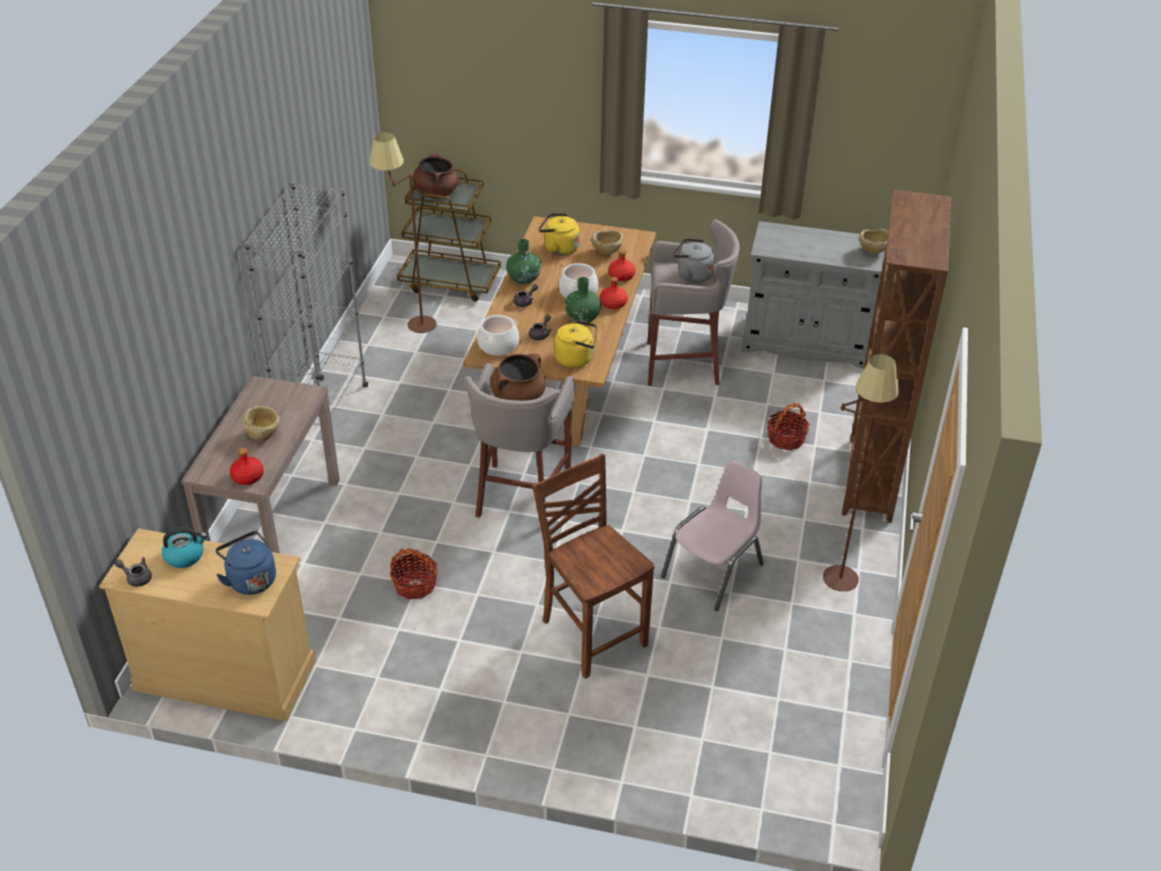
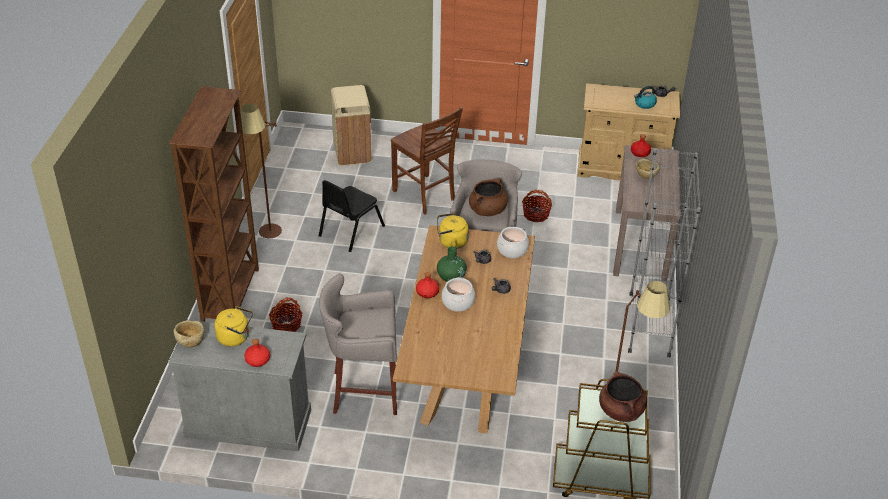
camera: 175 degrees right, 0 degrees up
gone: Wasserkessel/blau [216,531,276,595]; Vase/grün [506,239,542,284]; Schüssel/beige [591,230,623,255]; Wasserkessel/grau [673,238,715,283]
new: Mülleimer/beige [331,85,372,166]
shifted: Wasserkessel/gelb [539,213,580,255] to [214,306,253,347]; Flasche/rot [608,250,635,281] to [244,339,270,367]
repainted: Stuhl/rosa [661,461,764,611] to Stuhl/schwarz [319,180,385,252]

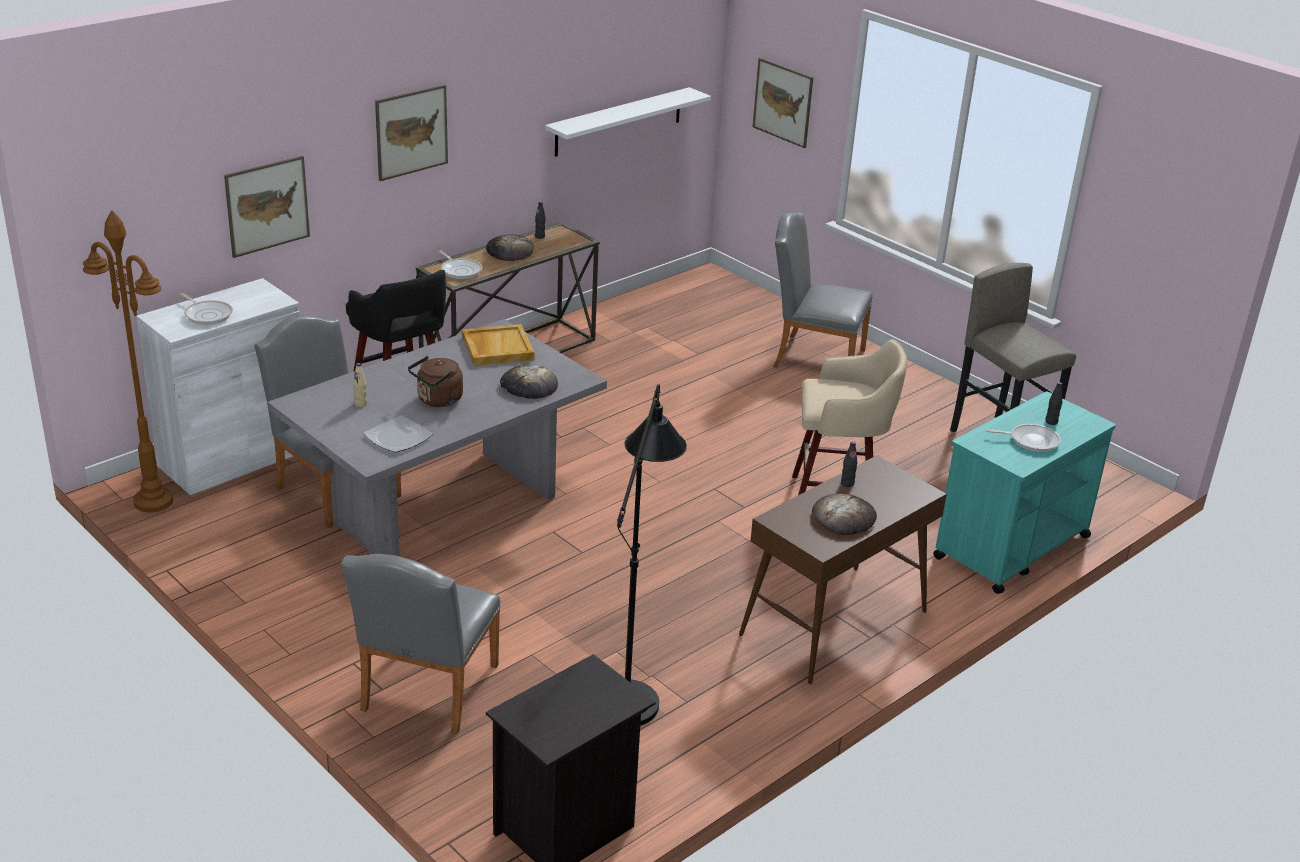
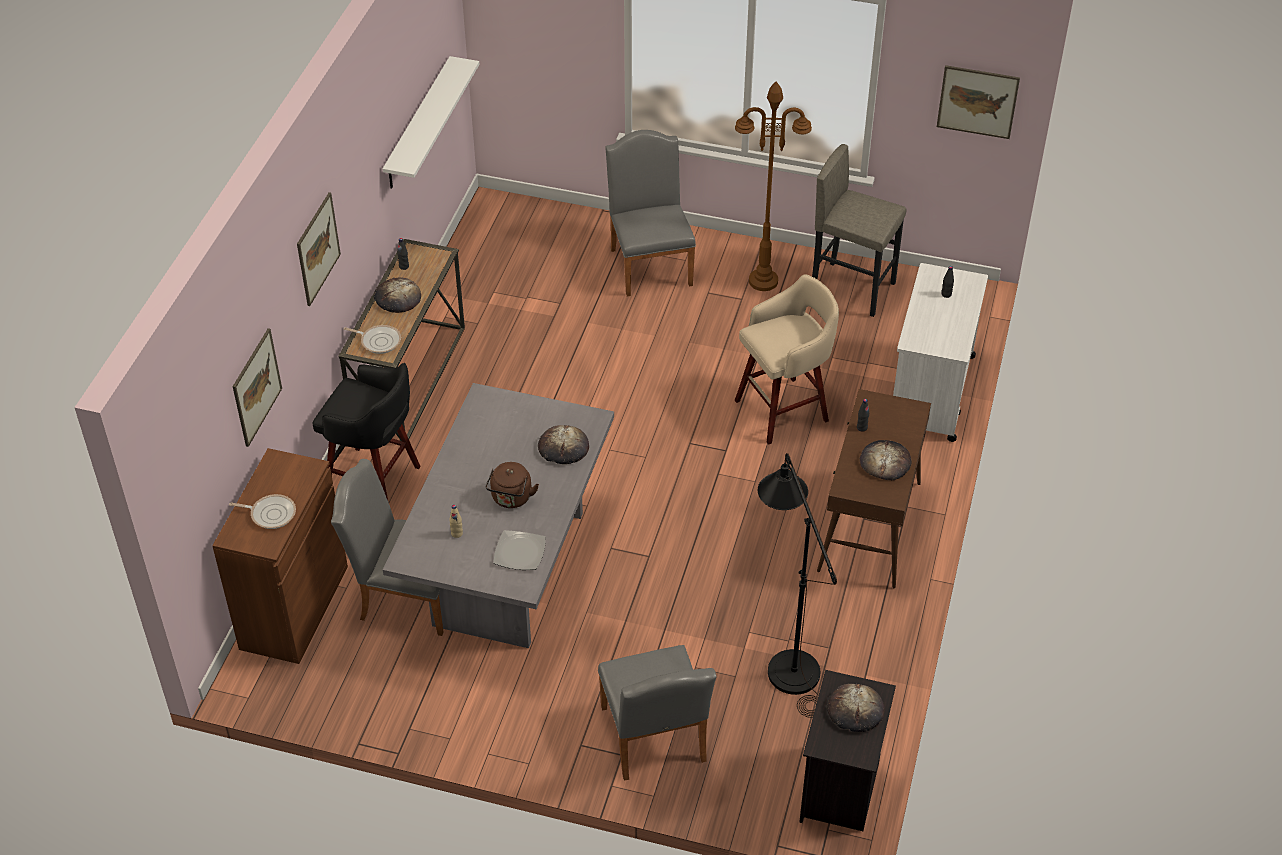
camera: 30 degrees left, 15 degrees up
gone: Tablett/beige [462,324,535,366]; Pfanne [986,424,1061,452]
new: Brot [827,684,884,732]
shifted: Stehlampe/braun [83,210,173,512] to [735,82,812,291]; Bild [753,58,813,148] to [937,65,1020,139]
repainted: Schrank/weiß [136,278,300,495] to Schrank/braun [212,448,348,664]; Rollwagen/türkis [933,391,1116,594] to Rollwagen/weiß [893,263,988,442]
rotated: Stuhl/grau [773,212,873,368] = [605,130,696,296] 90 degrees clockwise

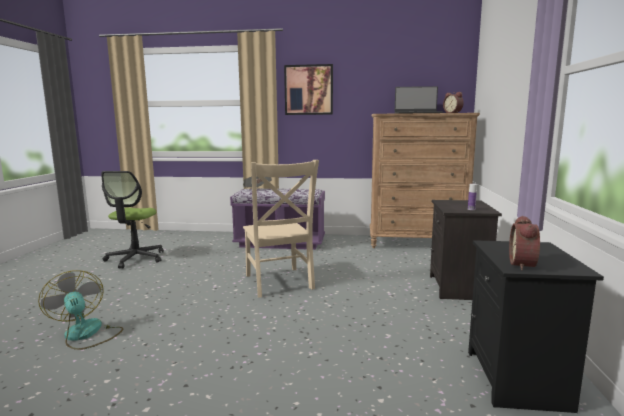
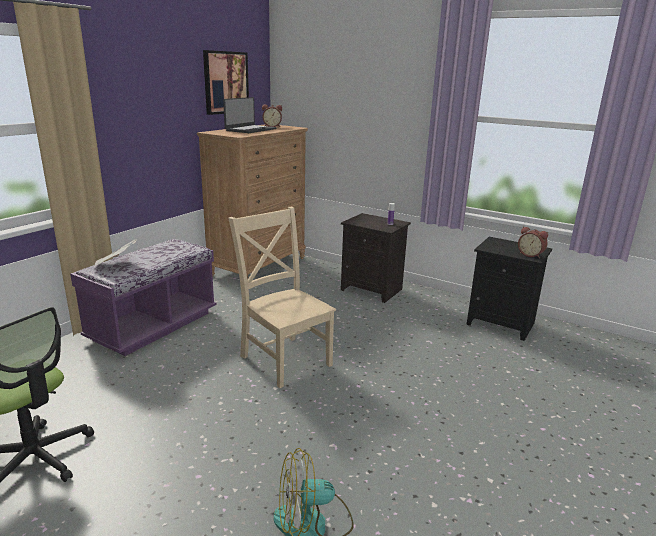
camera: 65 degrees left, 10 degrees up
shifted: Bild [284,64,333,115] to [203,50,249,115]
rotated: Stuhl/beige [243,160,319,298] = [228,207,336,388] 135 degrees counterclockwise

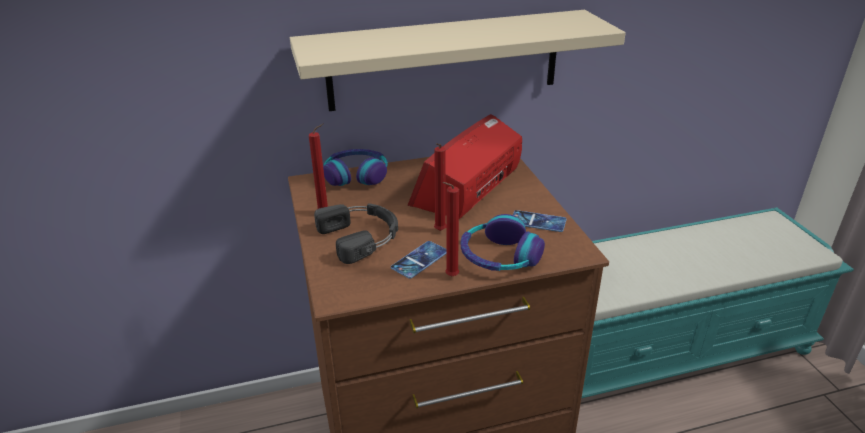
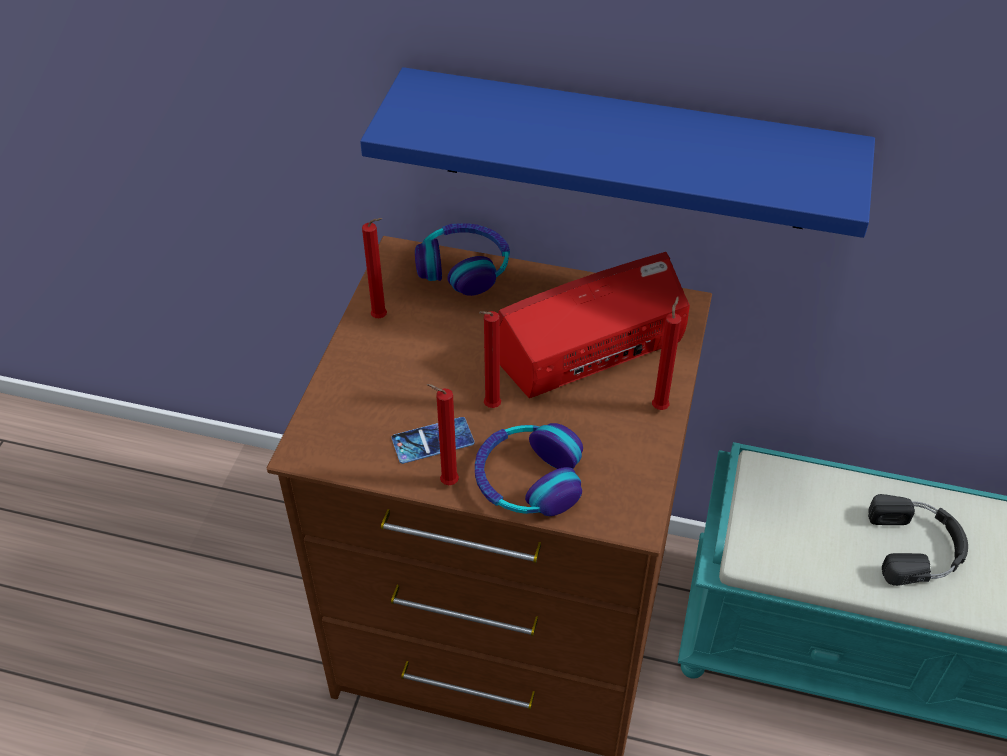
camera: 30 degrees right, 15 degrees up
gone: Handy [513,210,567,232]
new: Kerze/rot [652,297,681,410]
shifted: Kopfhörer/schwarz [314,203,398,264] to [868,494,968,586]
repainted: Wandregal/beige [290,10,626,111] to Wandregal/blau [360,67,875,238]

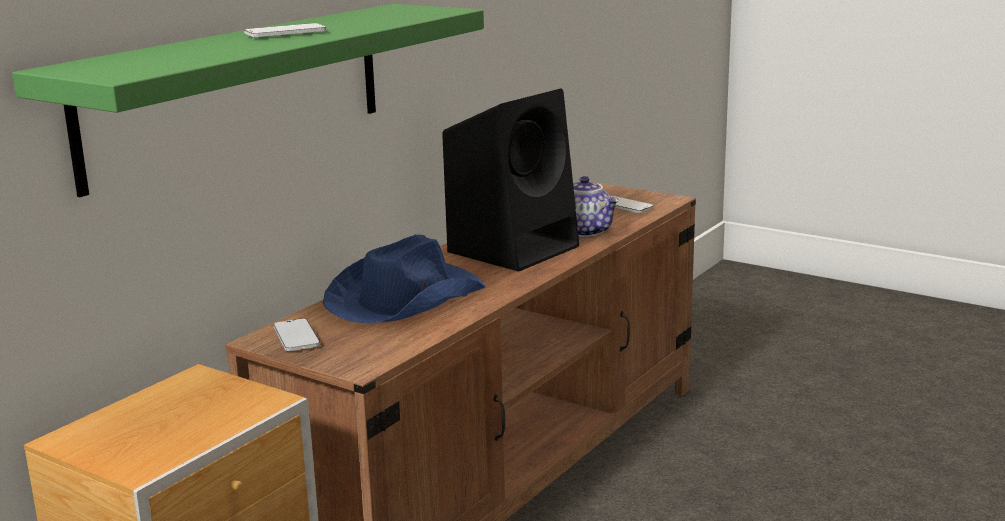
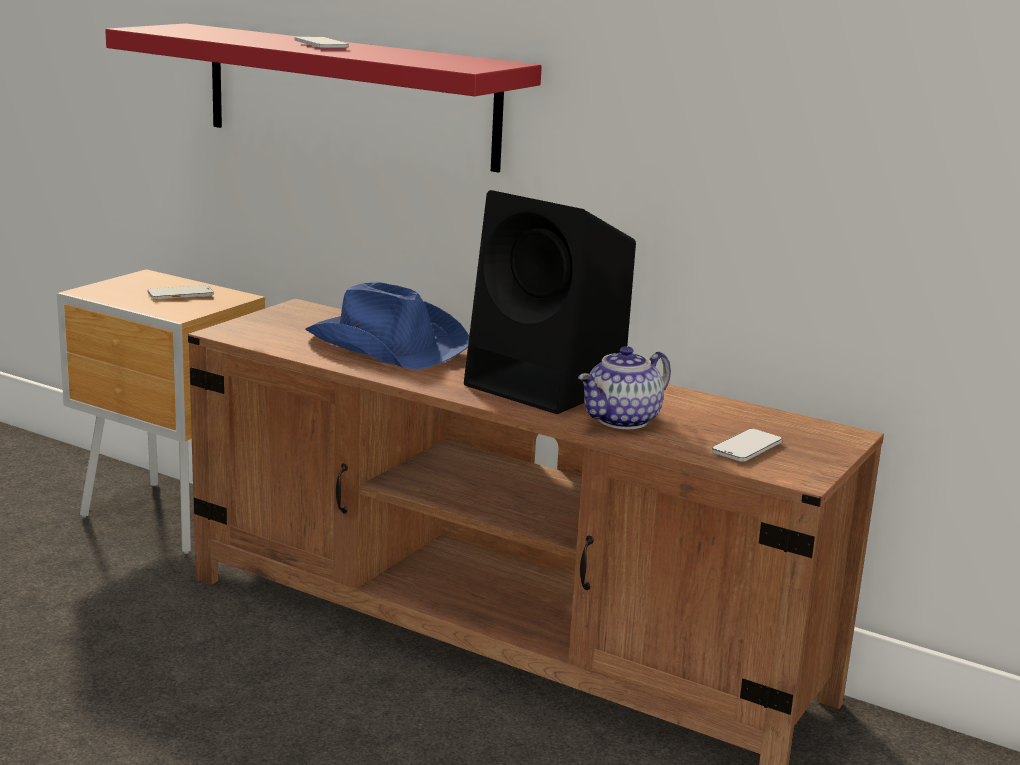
camera: 85 degrees right, 0 degrees up
shifted: Handy [273,318,320,351] to [148,285,214,299]
repainted: Wandregal/grün [12,4,484,197] to Wandregal/rot [105,23,542,173]

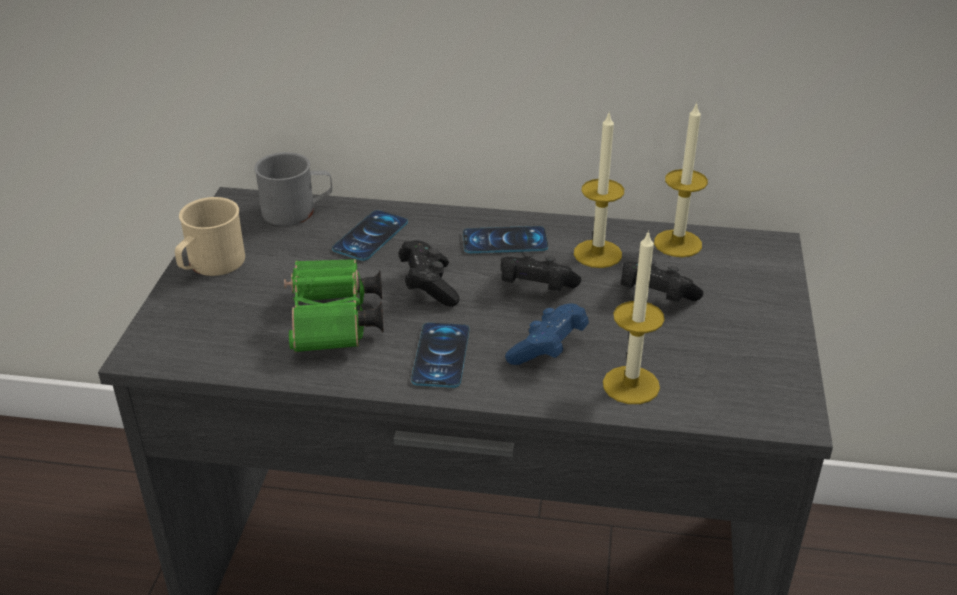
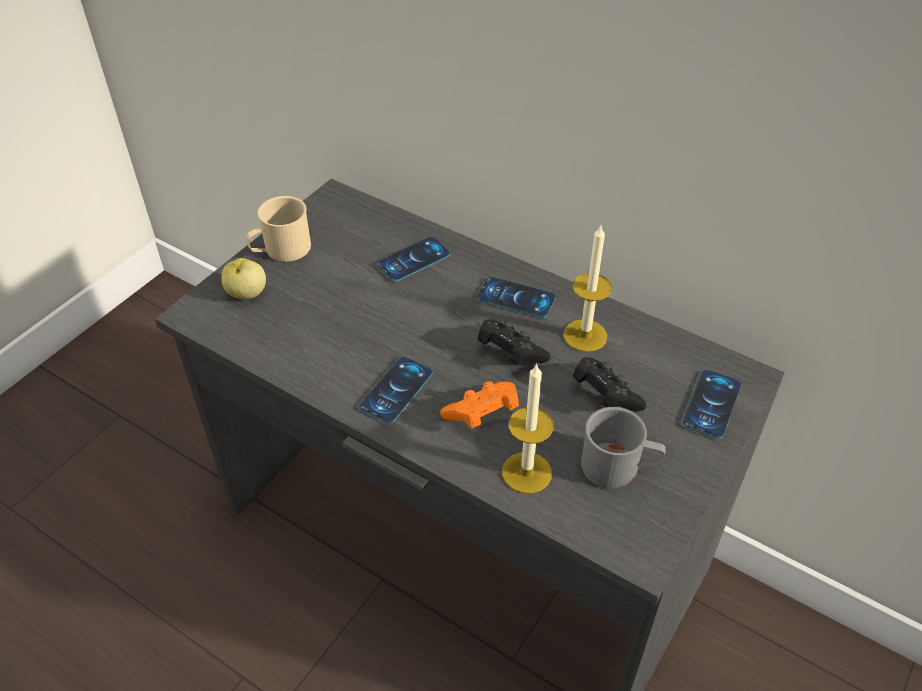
camera: 25 degrees right, 10 degrees up
gone: Fernglas/grün [284,259,384,352]; Gamepad/schwarz [399,240,460,307]; Kerze [654,102,708,257]
new: Apfel [221,258,266,299]; Handy [682,370,741,439]
shifted: Henkelbecher/grau [254,152,332,226] to [581,407,666,489]
repainted: Gamepad/blau [505,304,589,365] to Gamepad/orange [440,381,519,429]

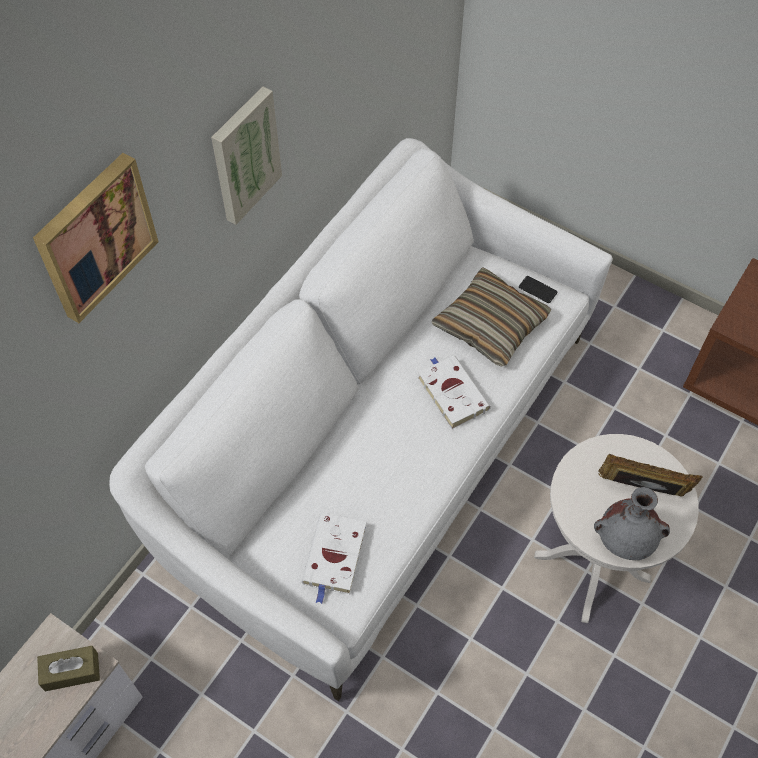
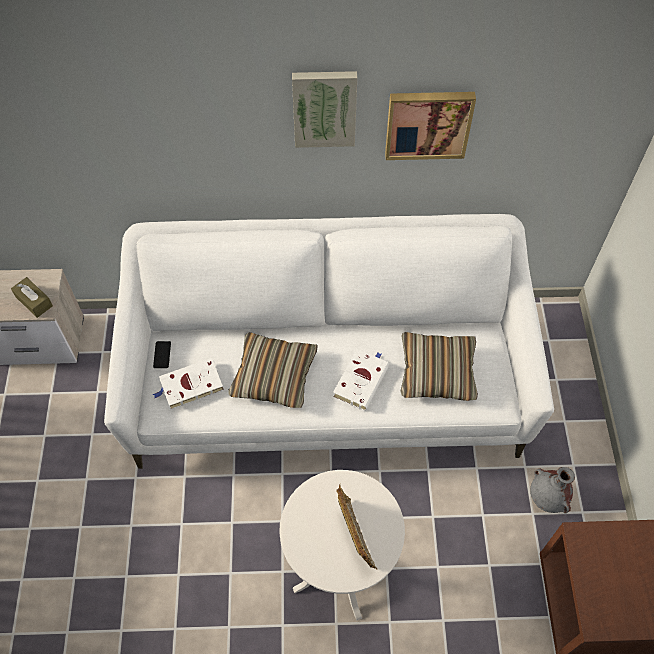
camera: 55 degrees right, 0 degrees up
new: Kissen [228,332,318,408]
shifted: Bild [33,153,158,323] to [385,92,476,160]; Handy [519,276,557,303] to [153,341,171,368]; Vase/grau [594,487,670,560] to [530,467,575,513]

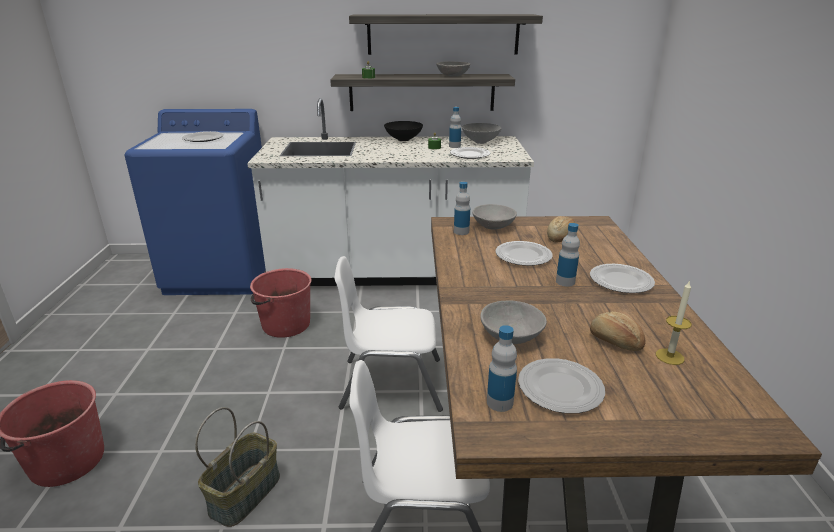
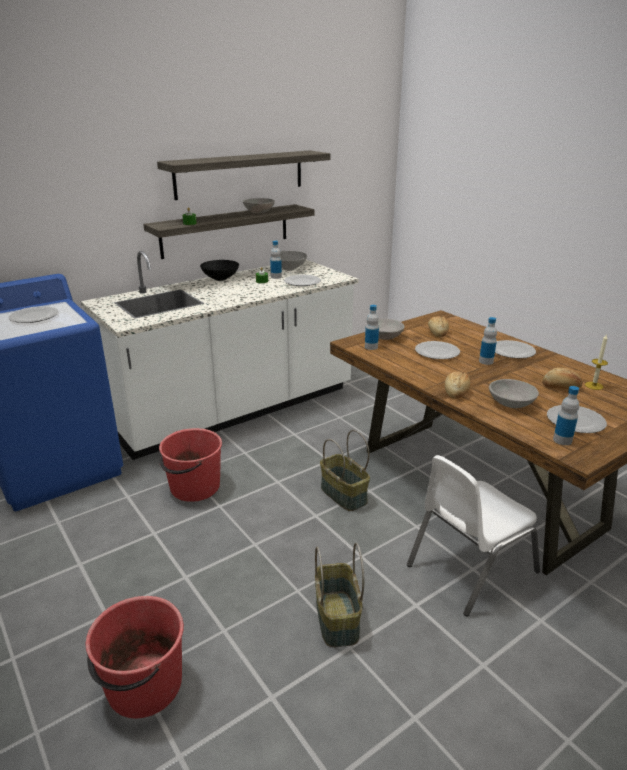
camera: 35 degrees left, 0 degrees up
new: Brot [445,372,470,399]
swapped: Stuhl/weiß [335,256,443,412] to Korb [320,430,370,511]

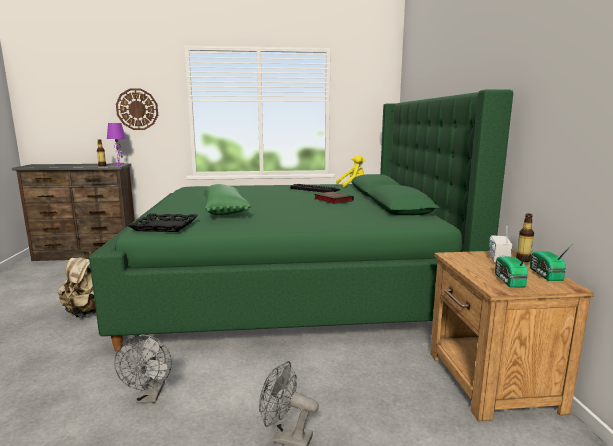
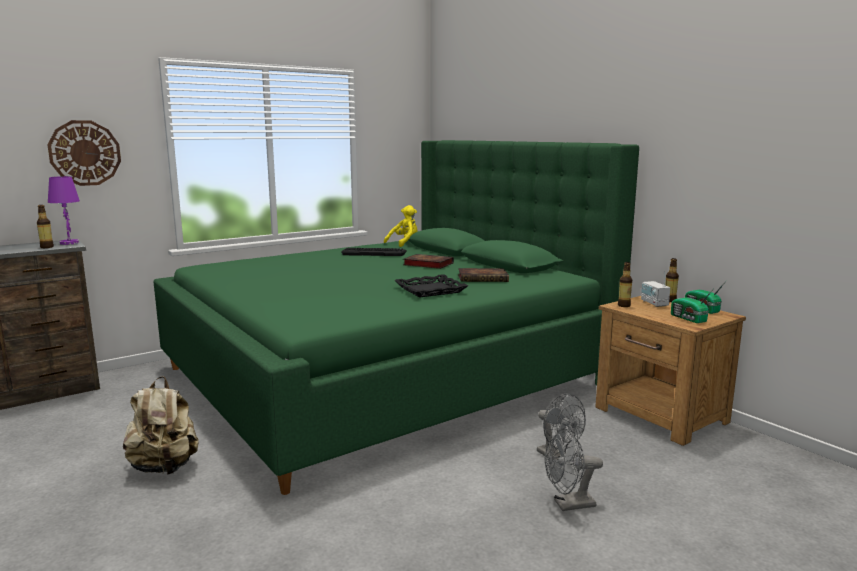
camera: 30 degrees left, 0 degrees up
gone: Kissen/grün [204,184,252,215]
new: Buch [458,268,509,282]; Flasche [618,262,632,307]
shifted: Ventilator/grau [114,335,172,403] to [537,394,586,460]; Tablett/schwarz [127,213,198,232] to [394,274,468,298]

